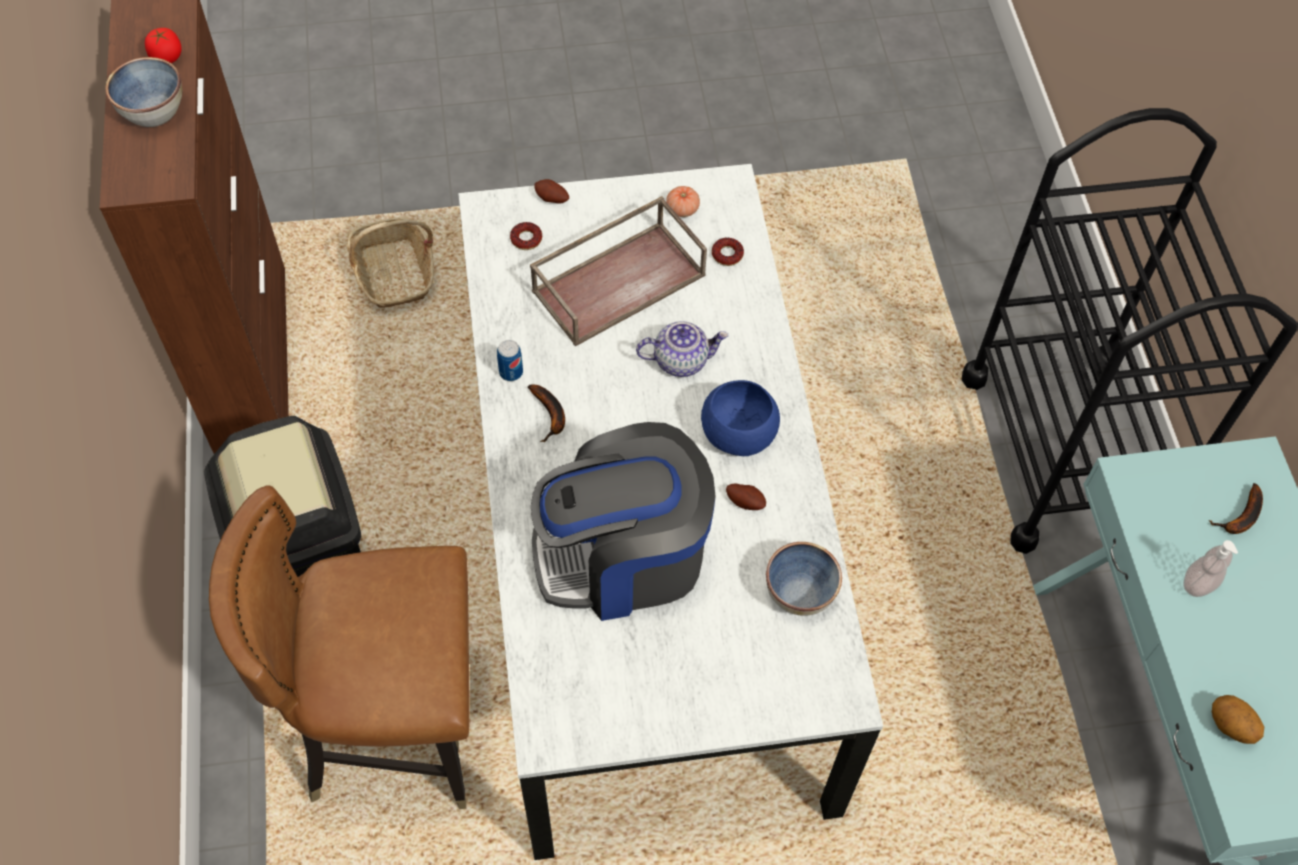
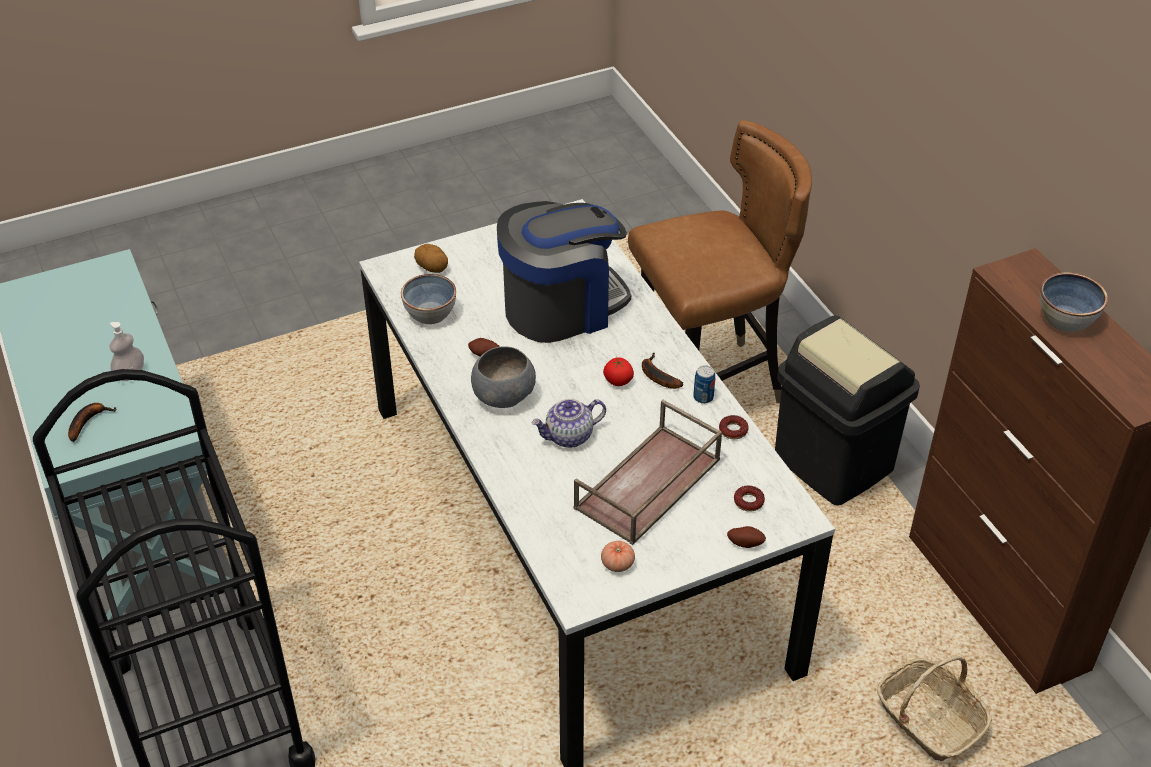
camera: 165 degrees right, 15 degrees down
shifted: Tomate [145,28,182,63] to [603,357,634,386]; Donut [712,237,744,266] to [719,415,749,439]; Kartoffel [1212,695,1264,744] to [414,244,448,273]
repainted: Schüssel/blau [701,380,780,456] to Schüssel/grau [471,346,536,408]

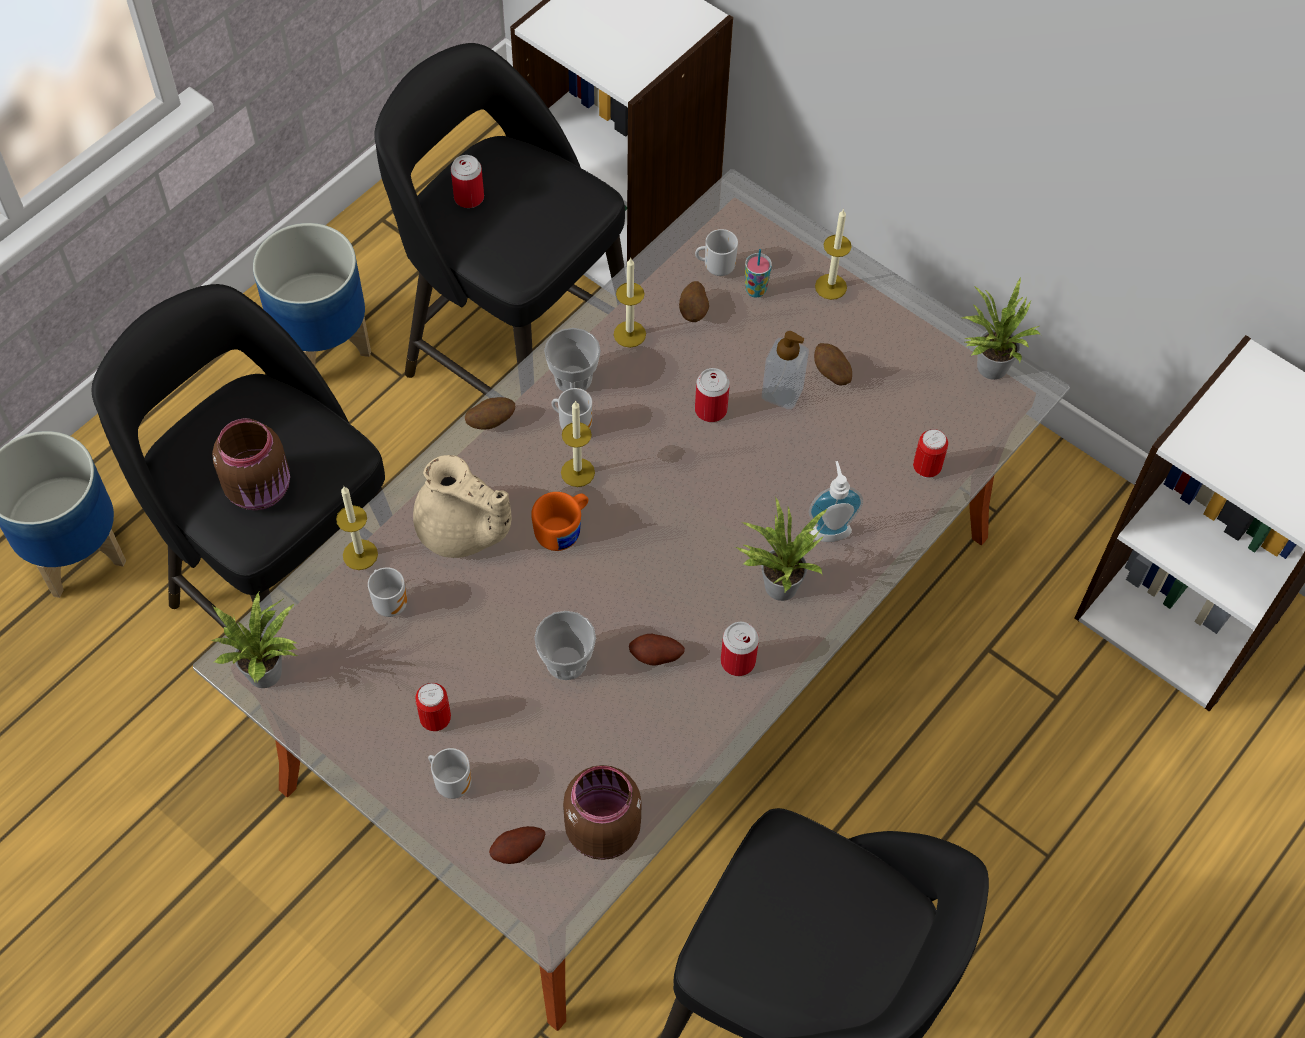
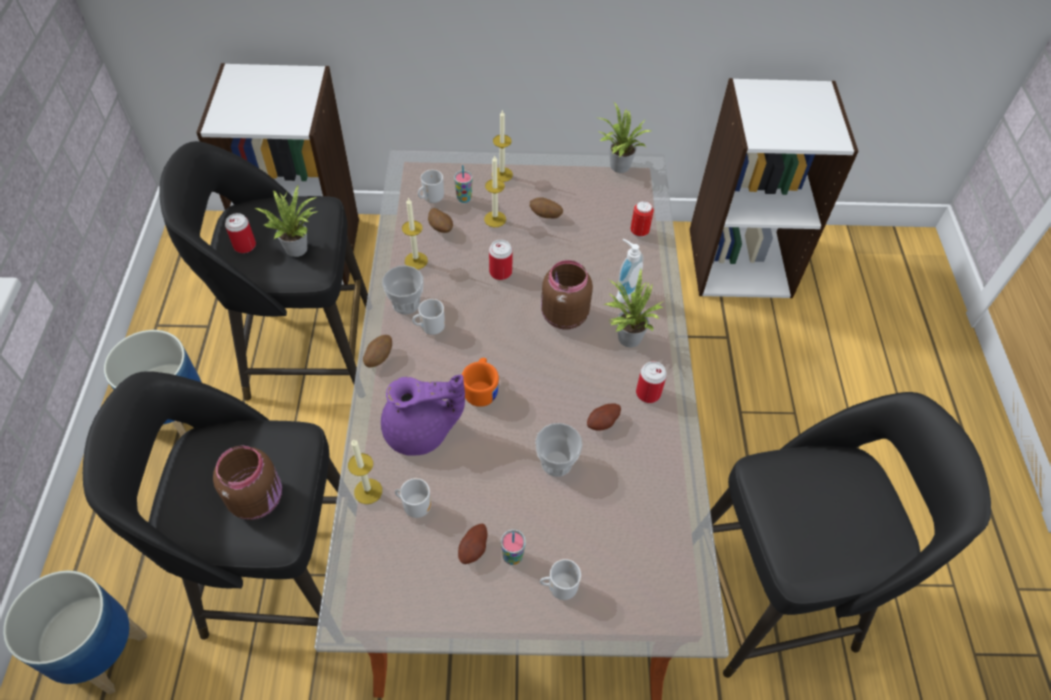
camera: 40 degrees left, 5 degrees down
gone: Seifenspender [762,331,809,409]
shifted: Topfpflanze [211,592,297,688] to [254,185,318,257]; Kartoffel [489,826,545,864] to [458,524,488,564]; Kerze [561,400,595,487] to [484,156,506,227]; Vorratsglas/braun [563,765,642,860] to [541,260,593,330]
swapped: Dose [415,683,451,731] to Tasse [501,529,526,565]
repainted: Teekanne/beige [413,455,511,558] to Teekanne/lila [381,374,465,455]

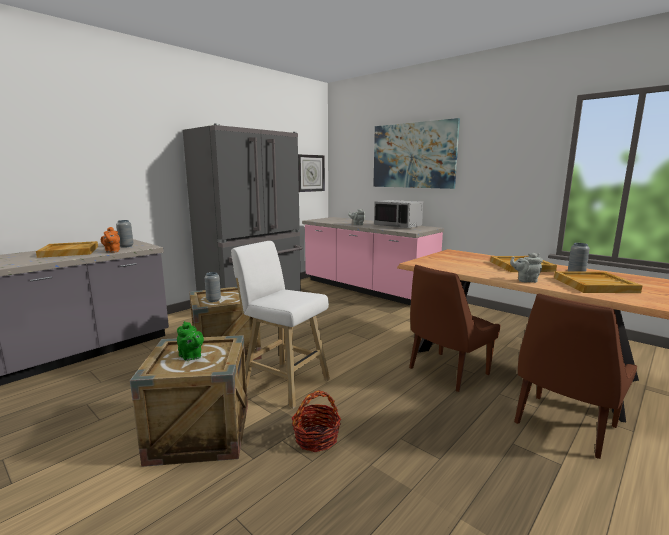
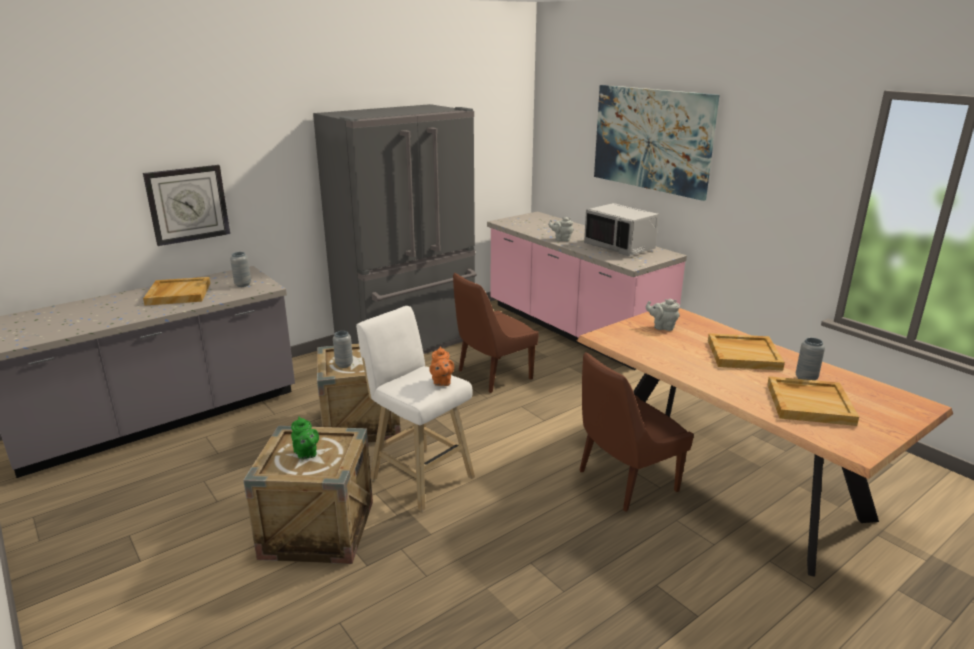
camera: 10 degrees right, 10 degrees up
gone: Korb [292,391,341,452]
shifted: Teekanne/orange [101,227,120,252] to [429,346,454,386]; Wanduhr [298,154,325,192] to [143,165,230,246]; Teekanne/grau [510,253,543,283] to [646,299,680,331]; Stuhl/braun [514,294,637,459] to [453,273,539,393]

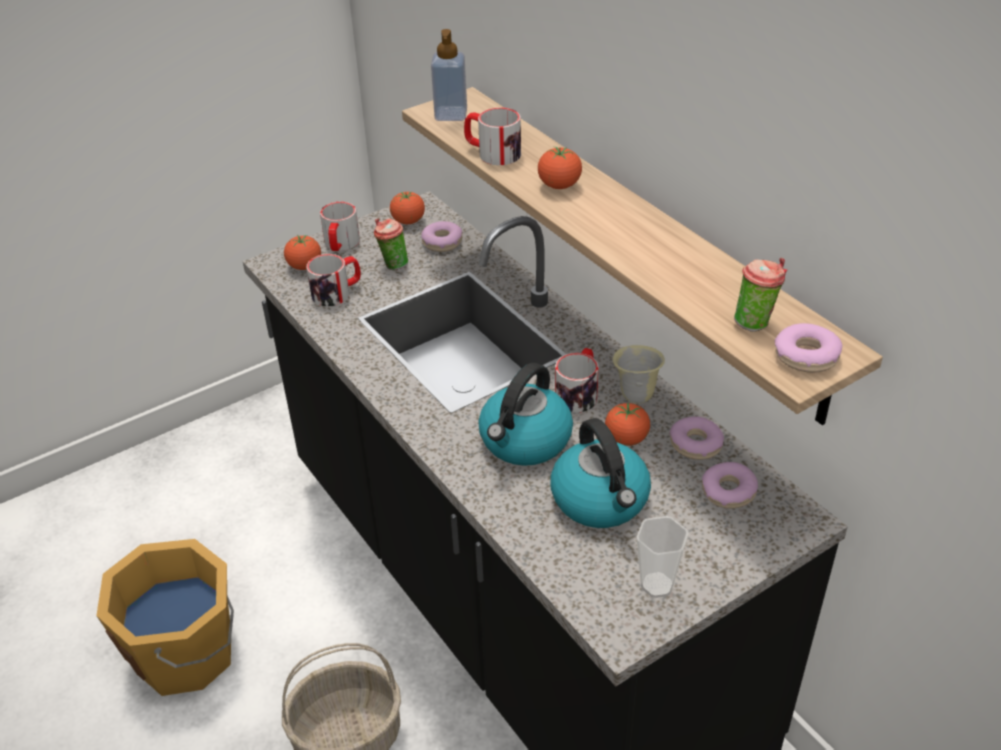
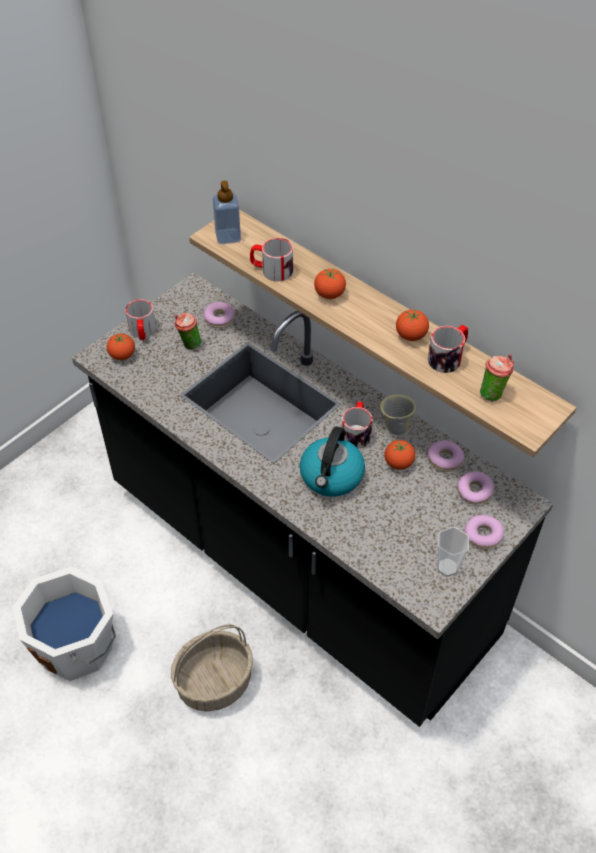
camera: 15 degrees left, 10 degrees up
gone: Wasserkessel [551,418,651,528]
shifted: Henkelbecher [306,254,361,307] to [428,325,468,373]; Tomate [390,192,425,224] to [396,310,429,341]; Donut [775,323,843,373] to [464,515,504,549]
repainted: Eimer/orange [96,539,234,696] to Eimer/weiß [13,567,116,681]

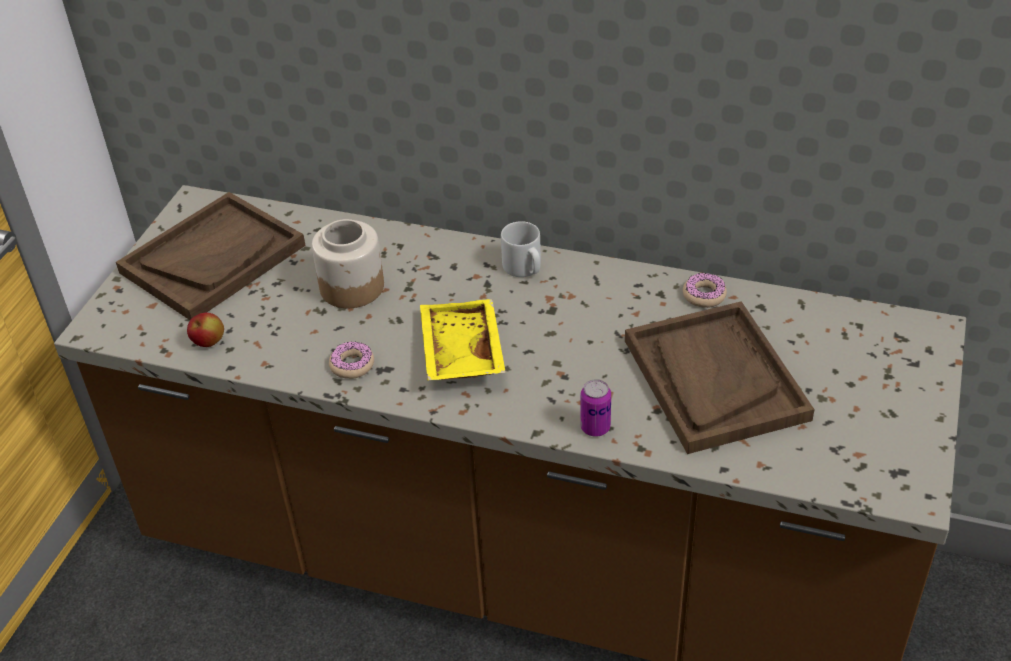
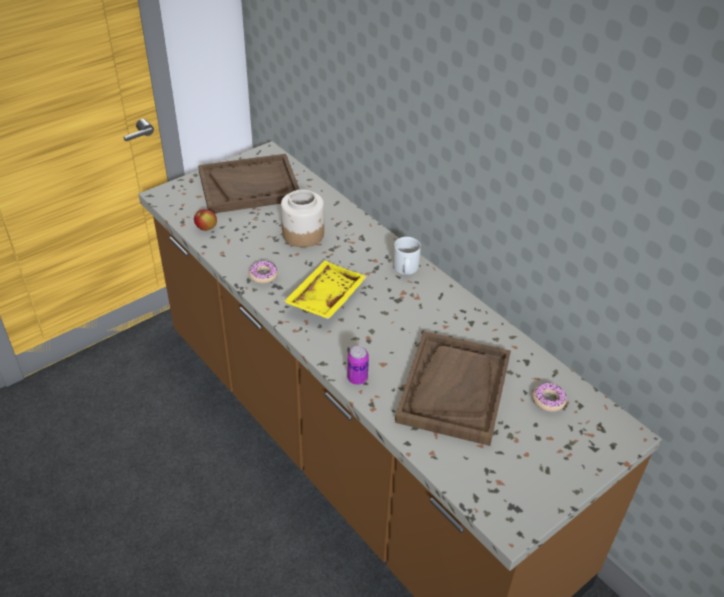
camera: 30 degrees right, 0 degrees up
shifted: Donut [683,273,727,308] to [532,383,566,412]

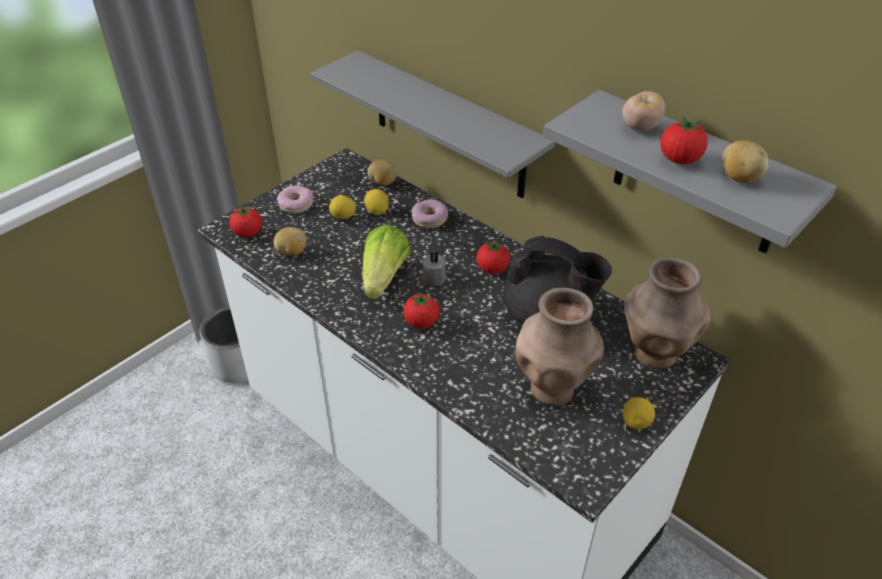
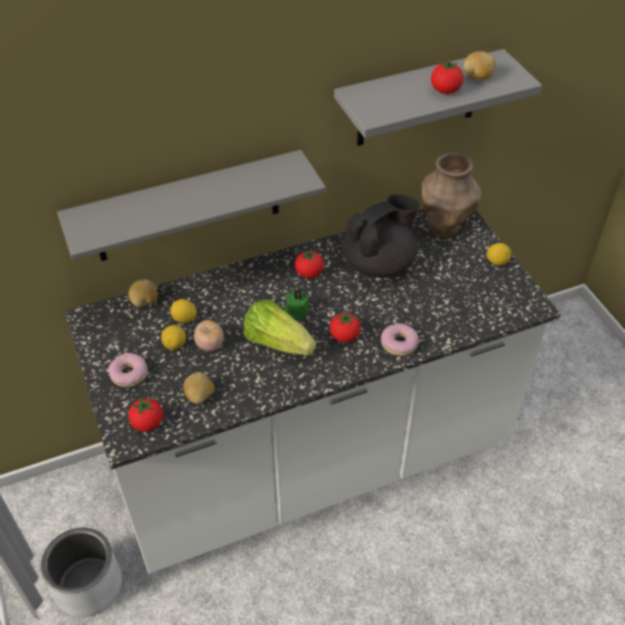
camera: 65 degrees left, 5 degrees up
gone: Vase/braun [515,288,604,406]
shifted: Donut [412,199,448,228] to [381,323,419,356]; Tomate [622,91,665,131] to [194,320,224,352]
repainted: Kerze/grau [421,251,447,286] to Kerze/grün [285,290,310,319]

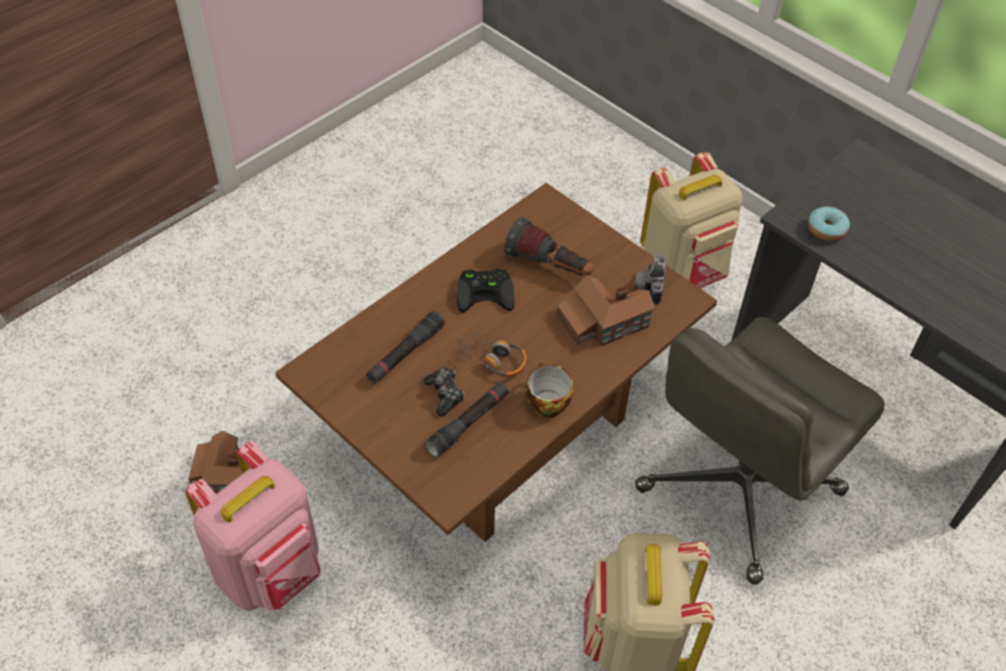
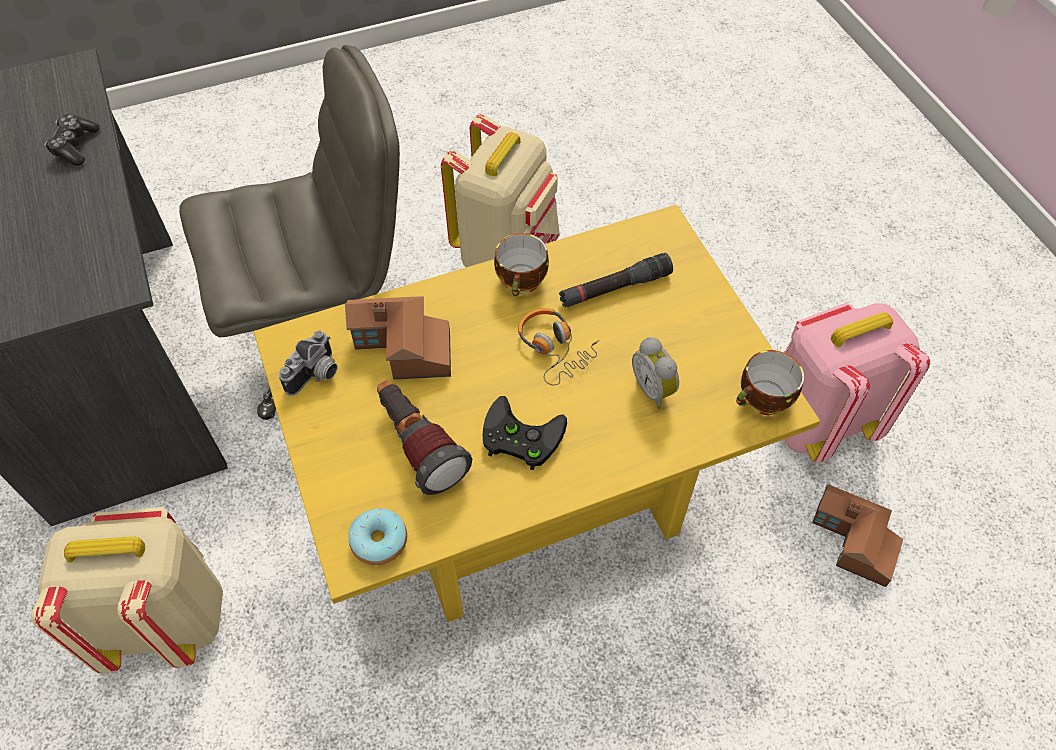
camera: 155 degrees left, 5 degrees up
new: Tasse [736,350,804,415]
shifted: Gamepad [424,367,464,416] to [44,114,100,166]; Donut [808,206,850,241] to [349,508,407,565]
swapped: Taschenlampe/schwarz [366,311,445,384] to Wecker [632,337,679,409]
repainted: Couchtisch/braun [275,183,717,542] to Couchtisch/gelb [254,205,820,622]

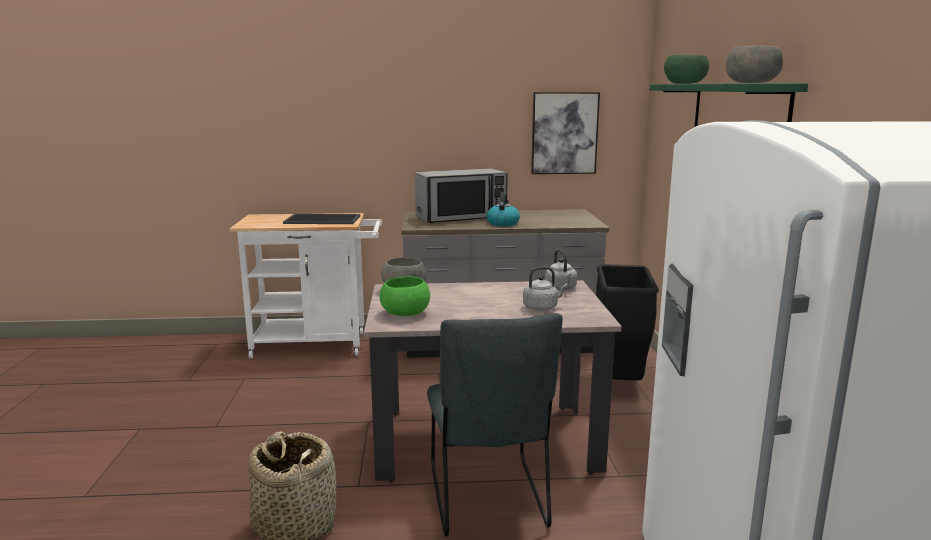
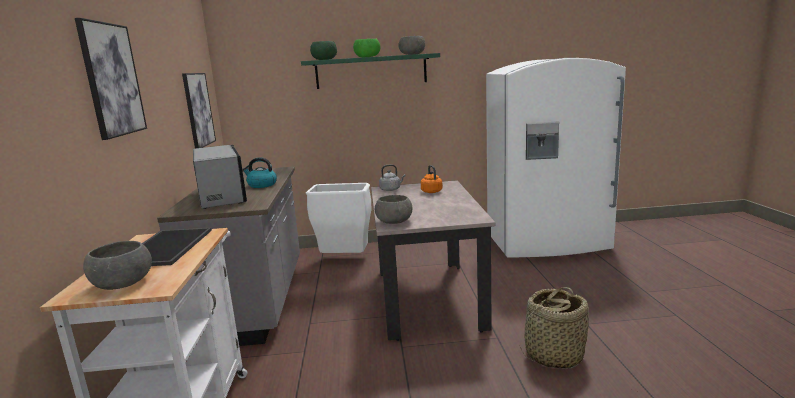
camera: 90 degrees left, 0 degrees up
gone: Stuhl/grau [427,313,563,537]
new: Bild [75,18,147,140]; Schüssel/grau [83,241,152,290]
shifted: Schüssel/grün [380,276,430,316] to [353,39,380,58]
repainted: Wasserkessel/grau [523,267,568,311] to Wasserkessel/orange [421,165,443,193]; Mülleimer/schwarz [596,264,659,381] to Mülleimer/weiß [306,183,371,253]

